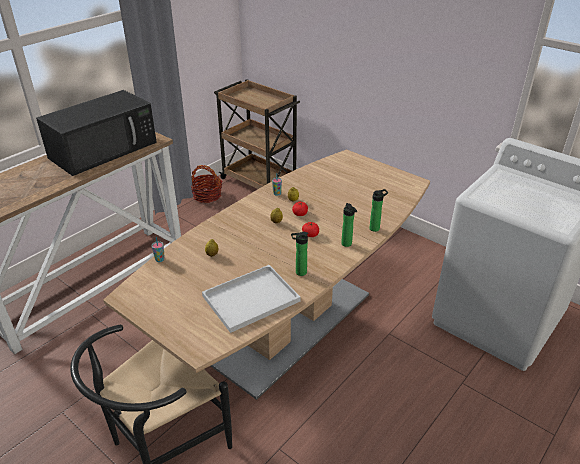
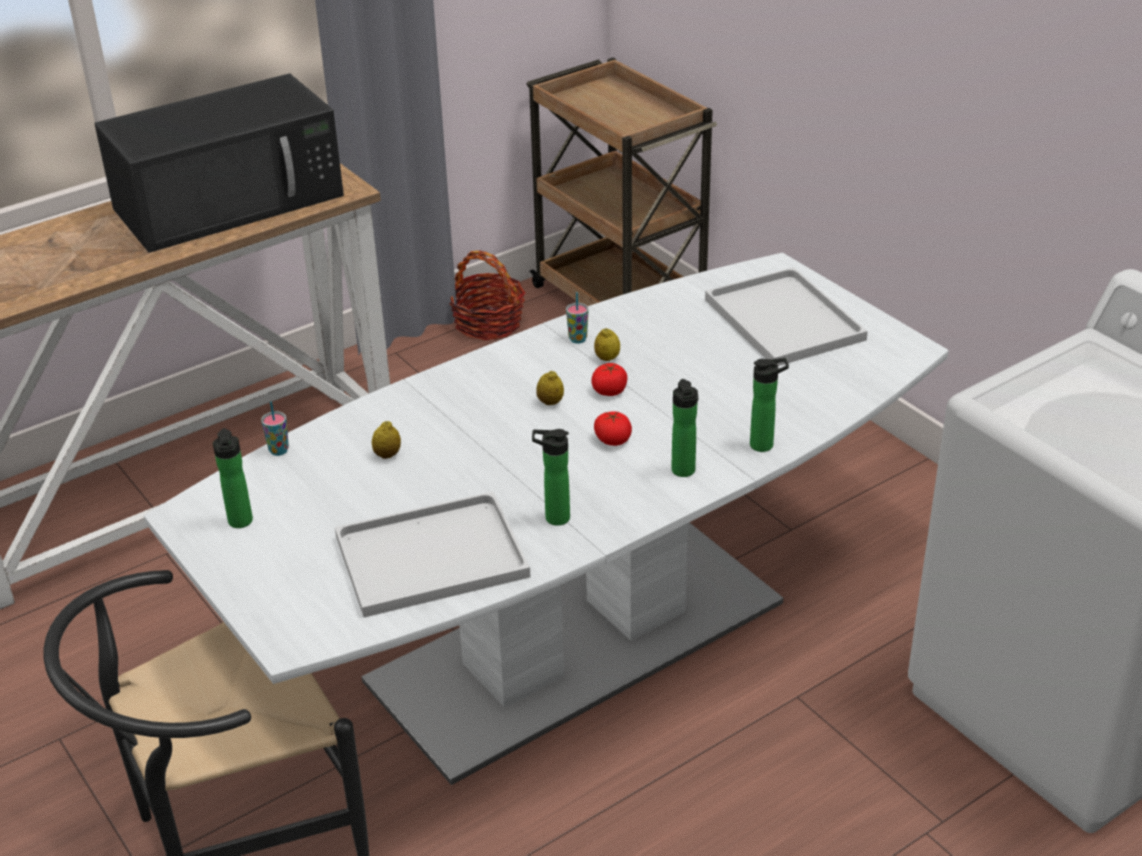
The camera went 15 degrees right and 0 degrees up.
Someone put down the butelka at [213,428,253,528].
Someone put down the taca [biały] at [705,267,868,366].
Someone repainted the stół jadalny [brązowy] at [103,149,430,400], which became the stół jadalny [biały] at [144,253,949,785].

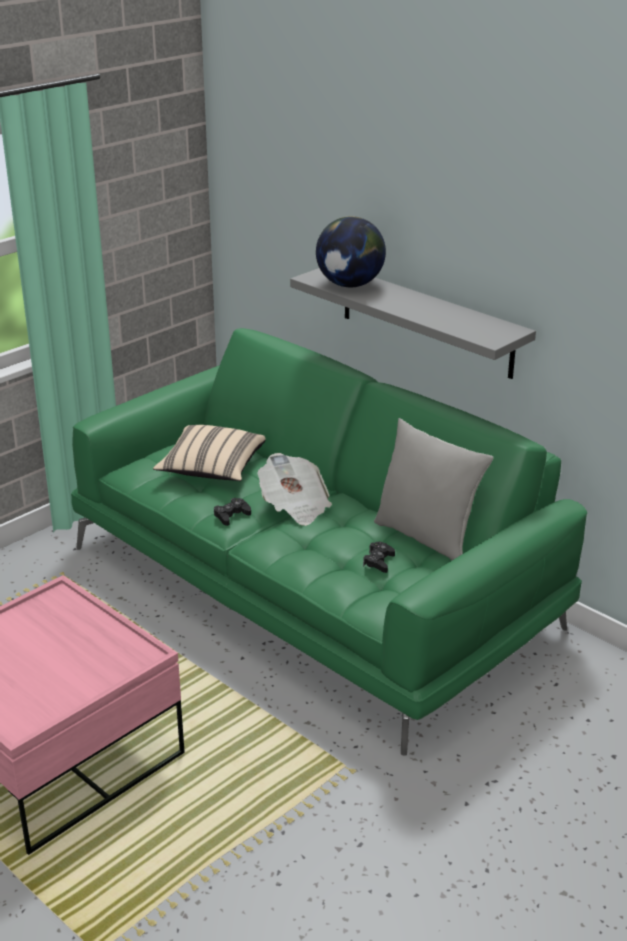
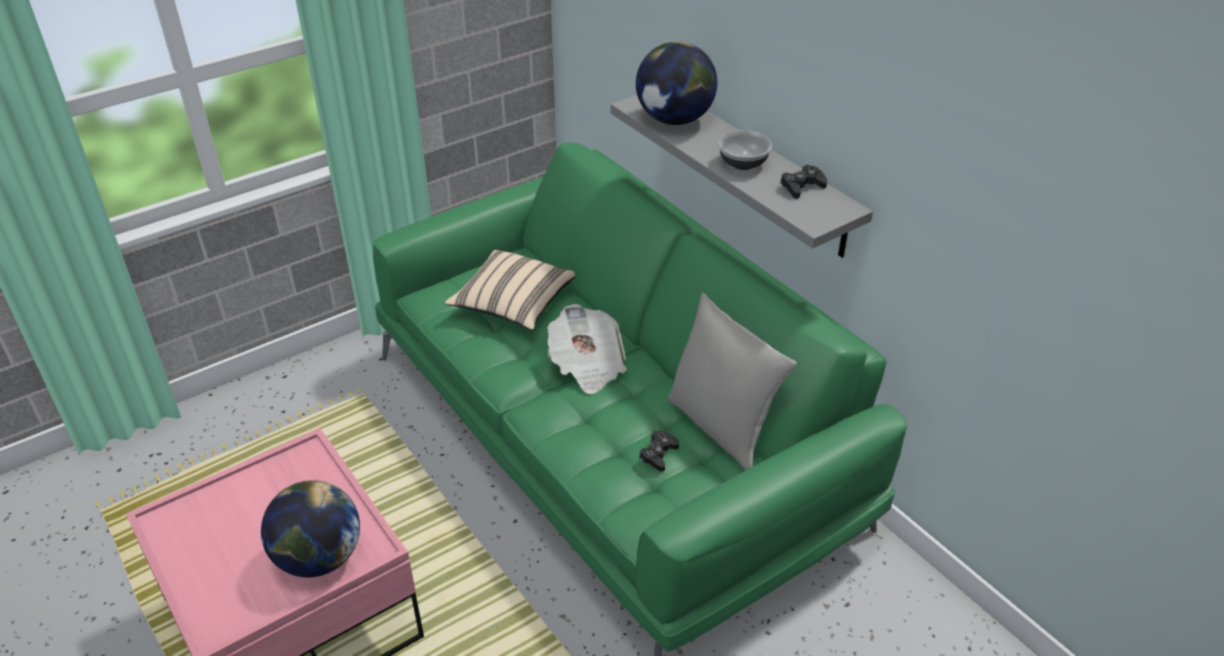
The camera went 10 degrees right and 10 degrees up.
Someone put down the globus at [261,480,360,577].
Someone put down the miska at [718,130,772,170].
Someone carried the pad do gier [czarny] from [214,498,251,526] to [781,165,827,199].

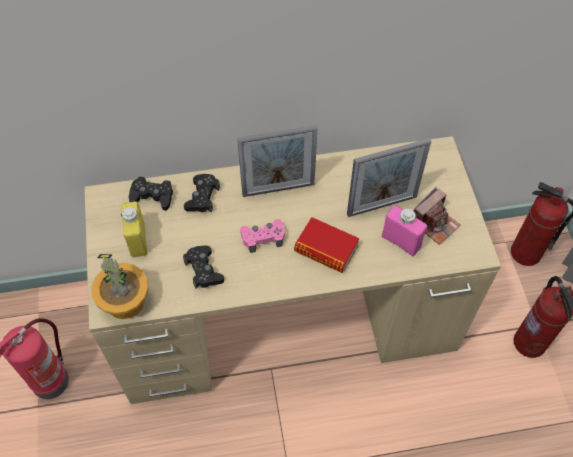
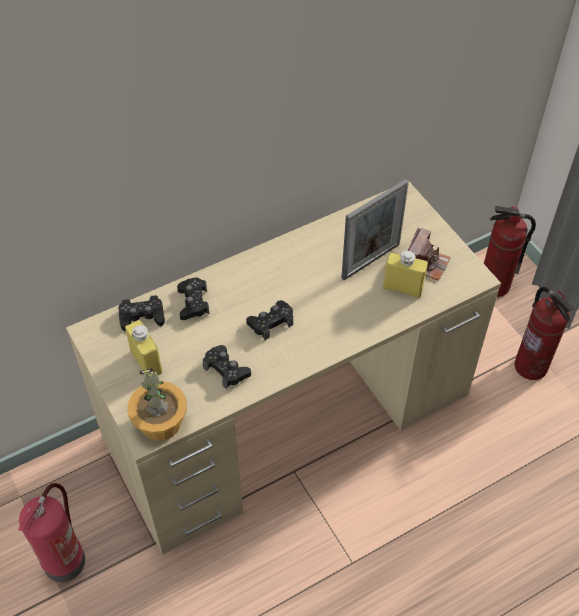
The camera went 20 degrees left and 5 degrees down.
Someone took away the ramka na zdjęcie at [237,125,318,197].
Someone took away the książka at [294,217,359,273].
Someone repainted the pad do gier [różowy] at [240,219,285,253], which became the pad do gier [czarny] at [246,300,293,340].
Someone repainted the butelka [różowy] at [382,205,427,256], which became the butelka [żółty] at [383,251,428,298].

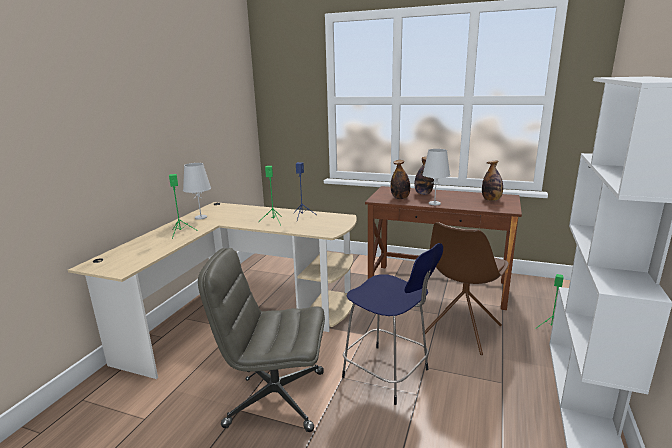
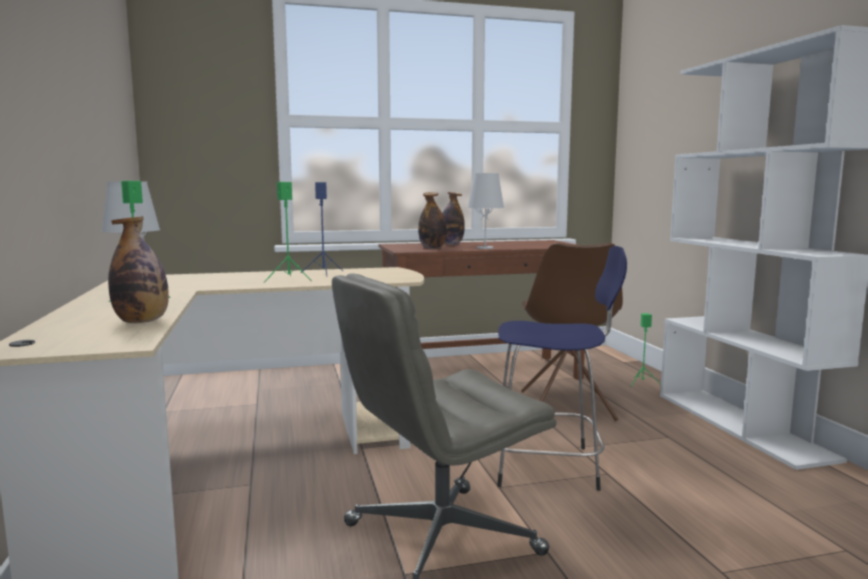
The camera went 35 degrees left and 10 degrees down.
Someone carried the butelka from [482,161,503,201] to [108,216,169,323].

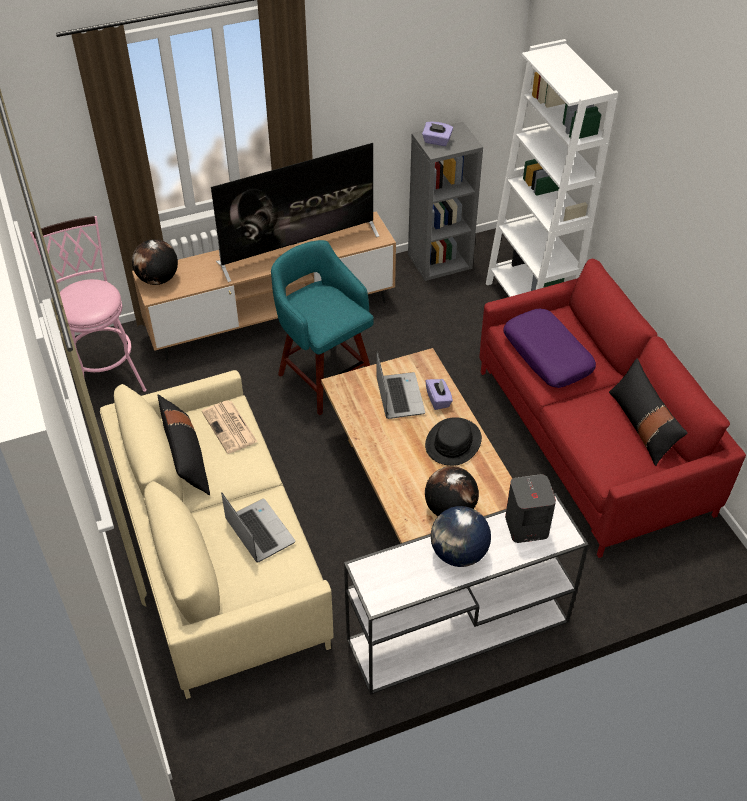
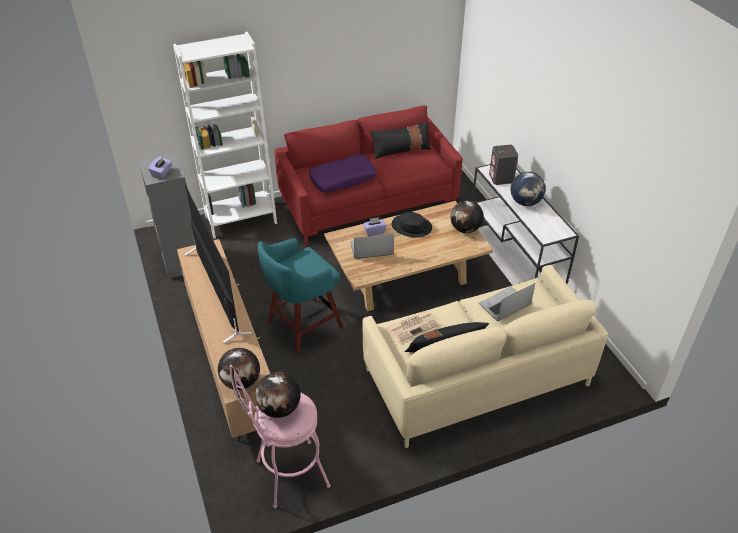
The camera went 90 degrees left and 5 degrees down.
Someone put down the globus at [255,372,301,418].

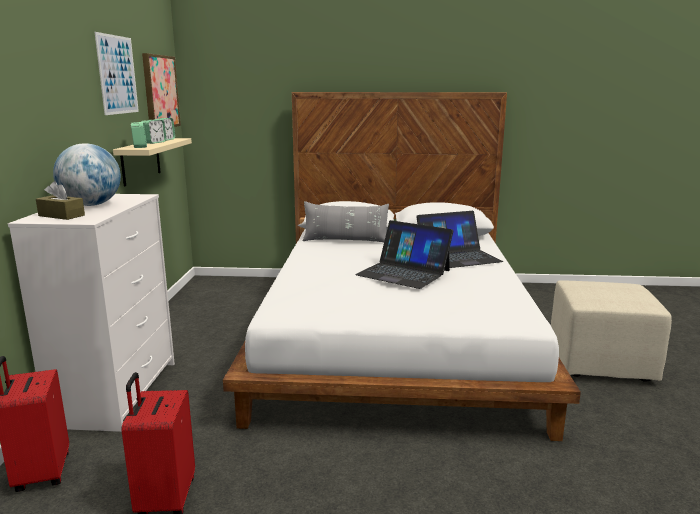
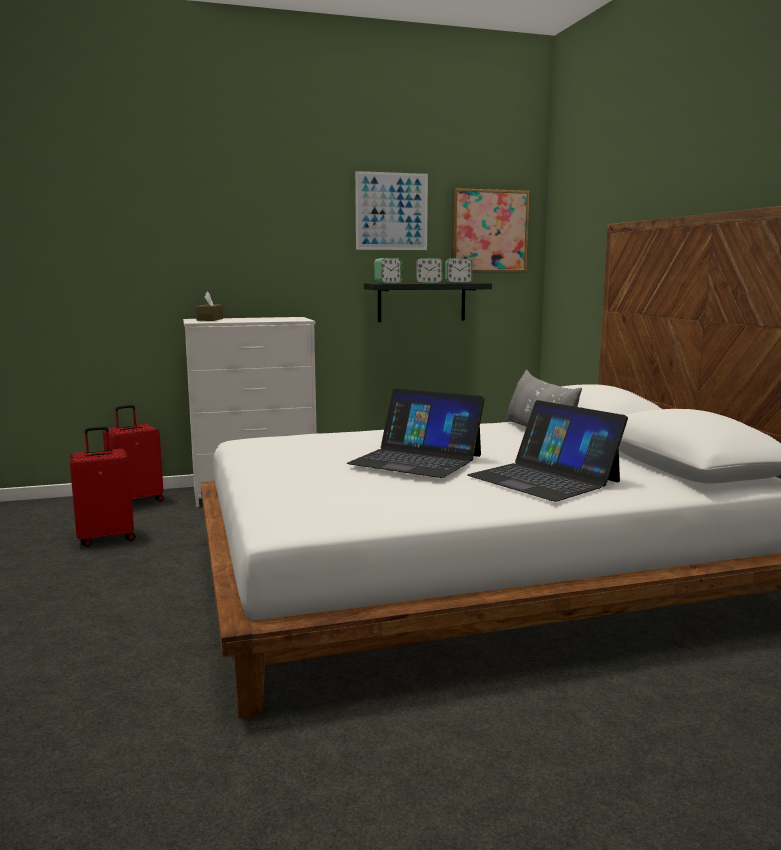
The camera went 70 degrees right and 5 degrees down.
Someone took away the globus at [53,143,121,206].
Someone took away the pufa [beżowy] at [551,280,672,382].
Someone repainted the półka [beżowy] at [113,138,192,186], which became the półka [czarny] at [364,283,492,322].
Someone rotated the laptop at [355,220,453,289] by 75 degrees counterclockwise.

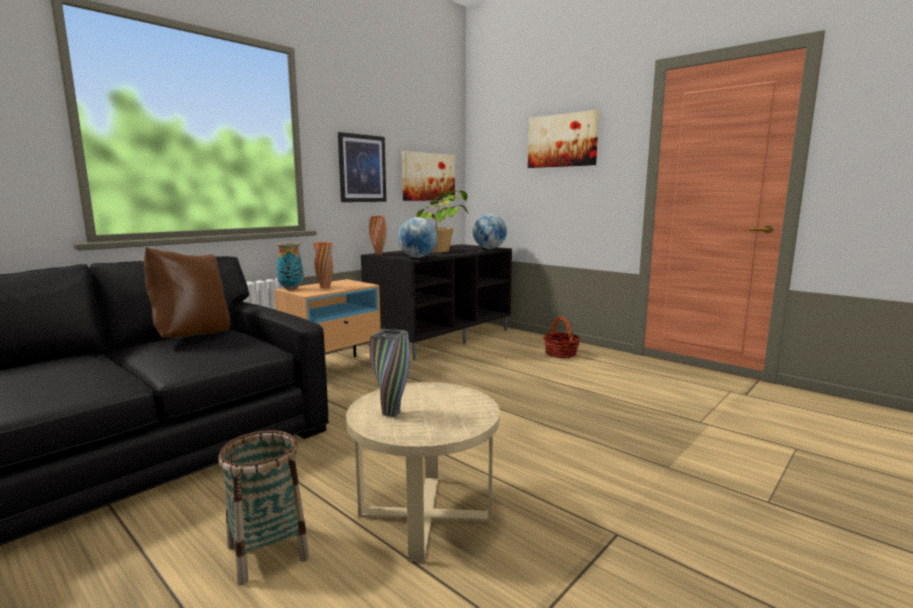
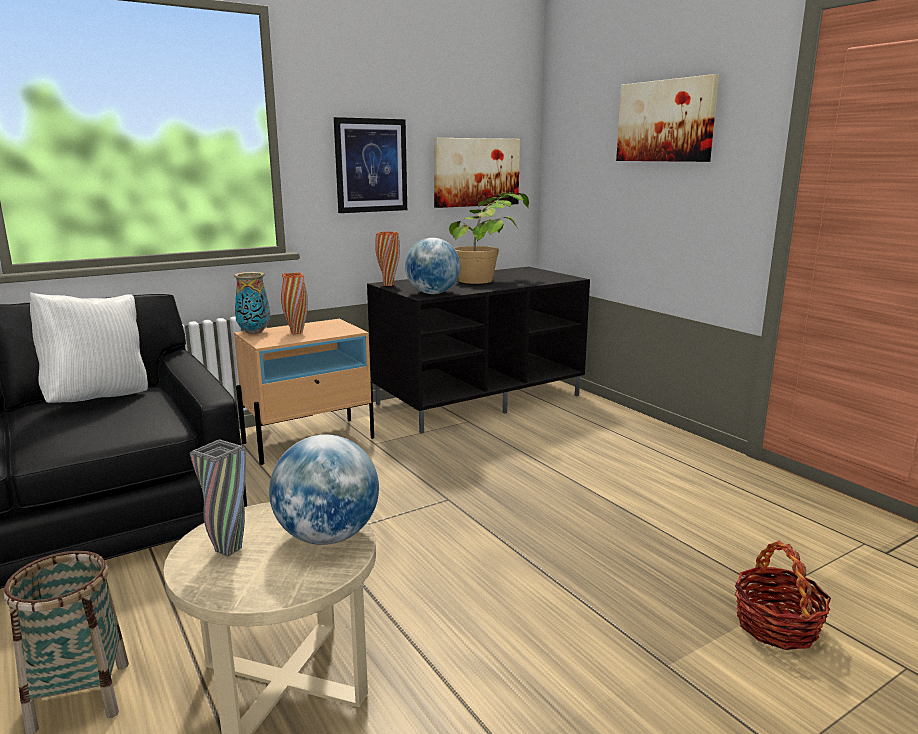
The camera went 15 degrees right and 5 degrees up.
Someone carried the globus from [473,214,507,249] to [269,435,379,545].
Someone carried the koszyk from [544,317,580,358] to [735,540,831,650].
Someone repainted the poduszka [brązowy] at [144,247,230,338], which became the poduszka [biały] at [30,292,148,403].

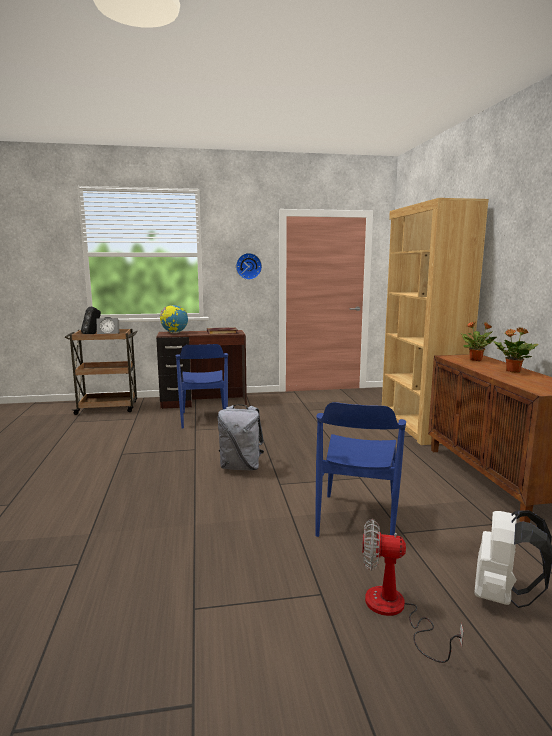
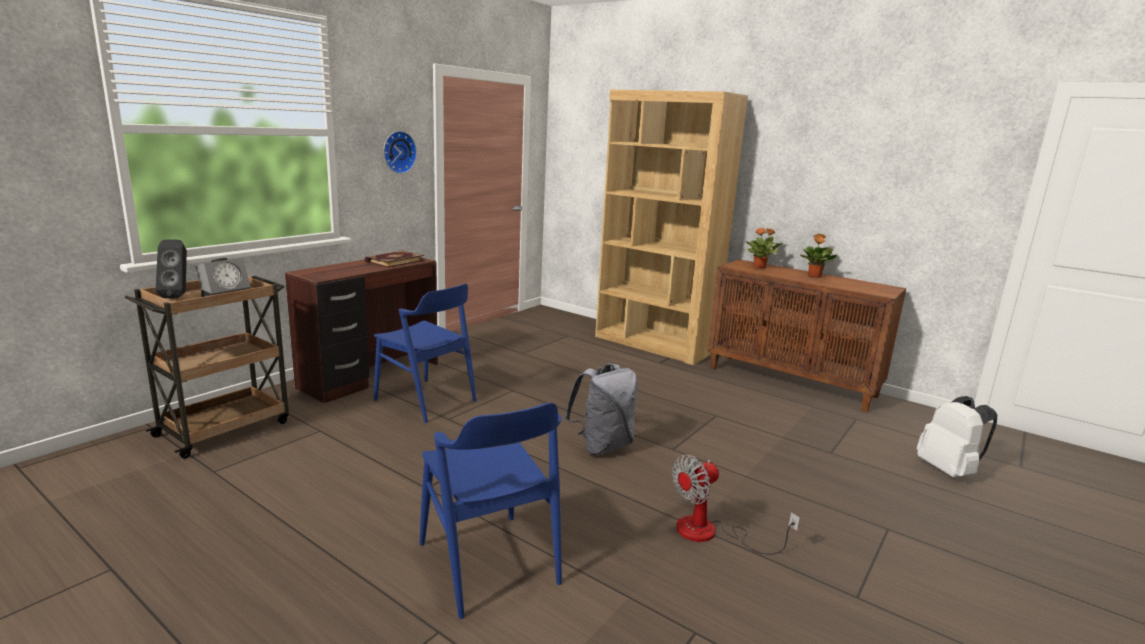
The camera went 45 degrees left and 5 degrees up.
Someone took away the globus at [159,305,188,333].
Someone carried the krzesło [niebieski] from [315,402,406,537] to [419,403,562,619].
Someone carried the wentylator from [362,519,464,663] to [672,454,800,555].

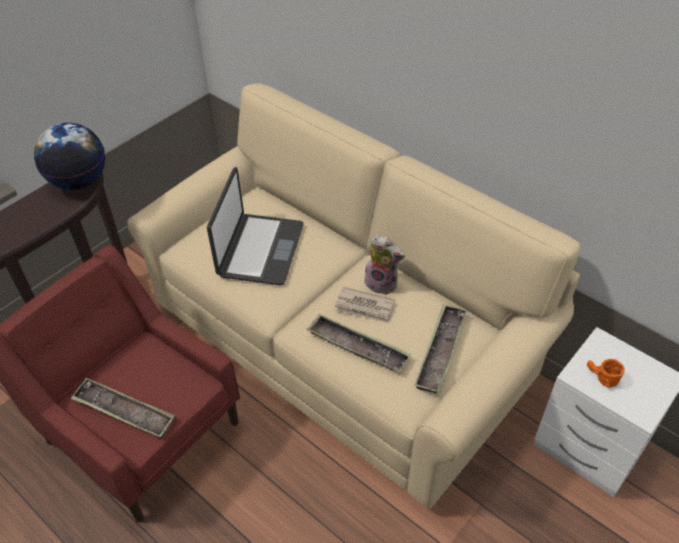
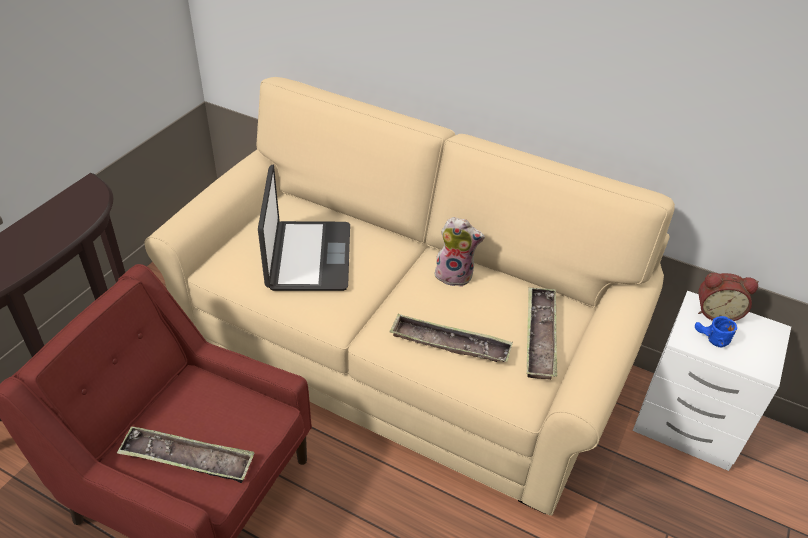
The camera went 15 degrees left and 5 degrees down.
Someone took away the globus at [34,122,105,190].
Someone took away the gazeta at [335,287,395,323].
Someone put down the budzik at [698,273,759,321].
Someone repainted the kubek [pomarańczowy] at [587,359,625,387], which became the kubek [niebieski] at [695,316,737,347].

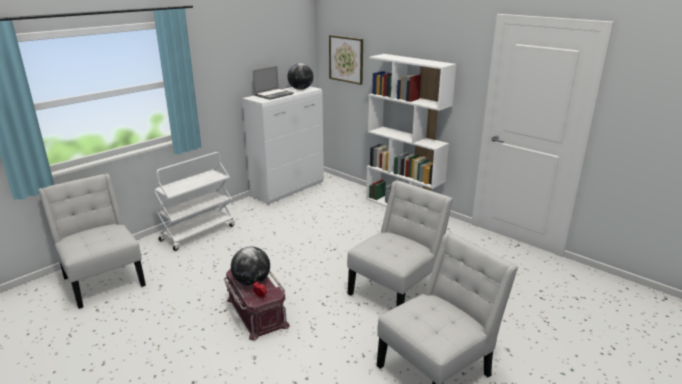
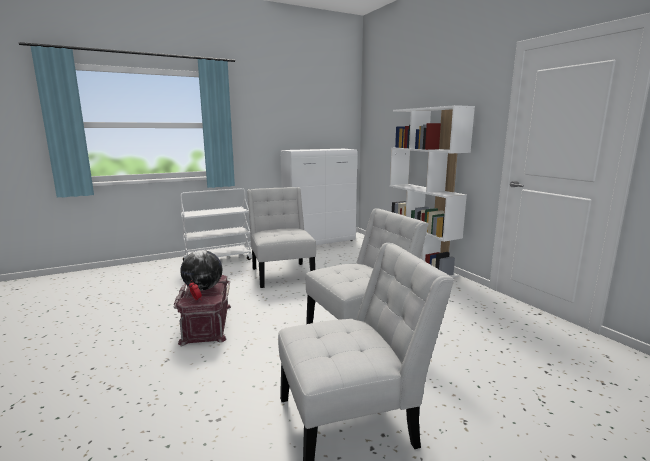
The camera went 20 degrees right and 10 degrees down.
Someone took away the laptop at [253,66,294,100].
Someone took away the globus at [287,63,313,90].
Someone took away the obraz at [329,35,363,85].
Someone carried the krzesło [biały] from [38,173,146,309] to [247,187,316,288].

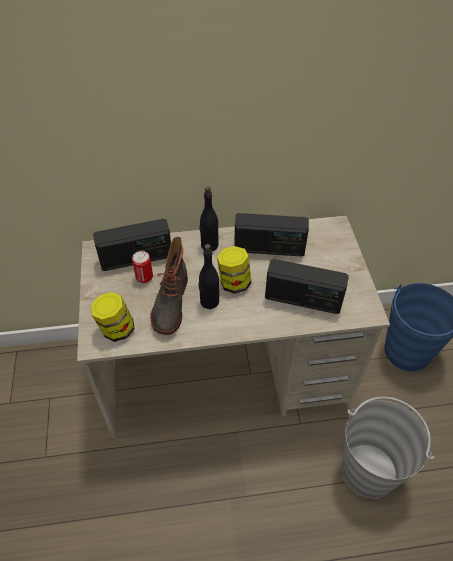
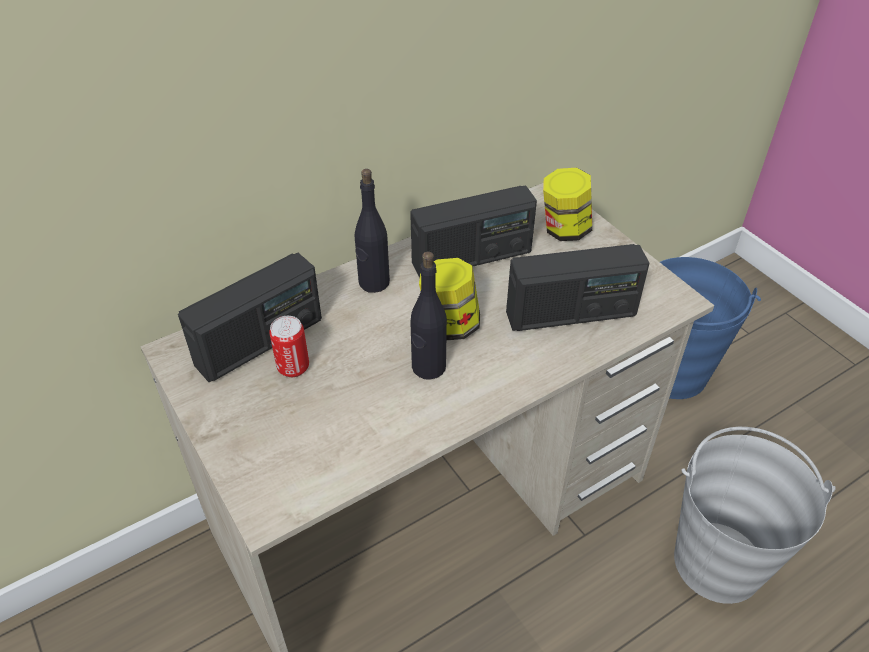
The camera went 25 degrees left and 5 degrees down.
Someone took away the but z cholewką at [150,237,188,335].
Someone carried the słoik from [91,292,135,342] to [543,168,592,241].

